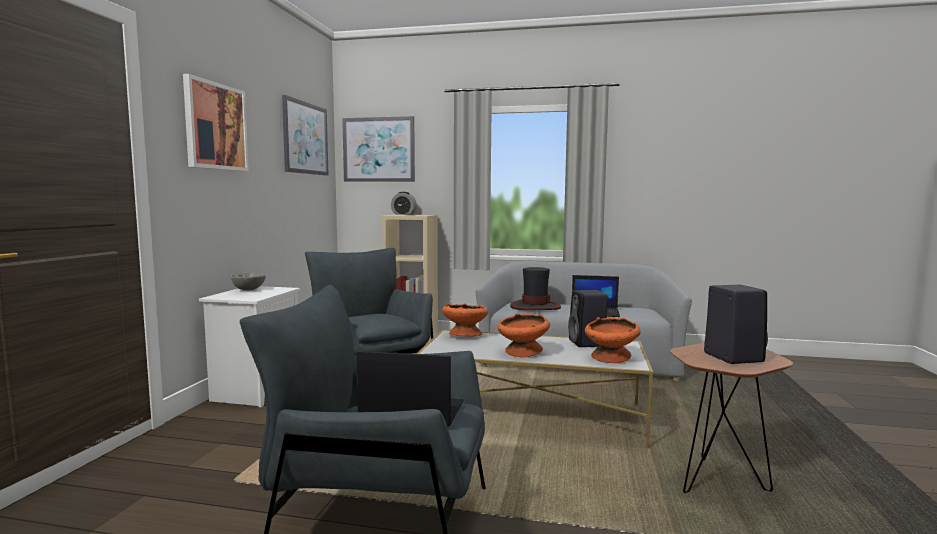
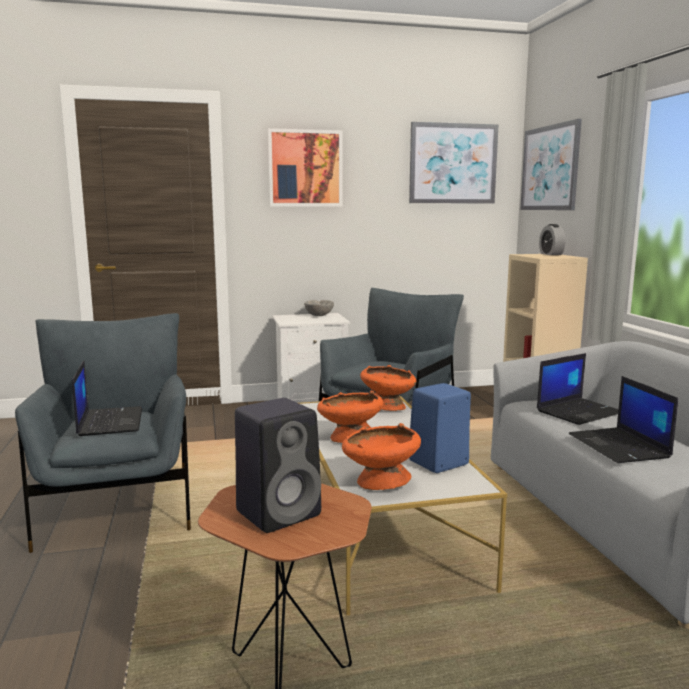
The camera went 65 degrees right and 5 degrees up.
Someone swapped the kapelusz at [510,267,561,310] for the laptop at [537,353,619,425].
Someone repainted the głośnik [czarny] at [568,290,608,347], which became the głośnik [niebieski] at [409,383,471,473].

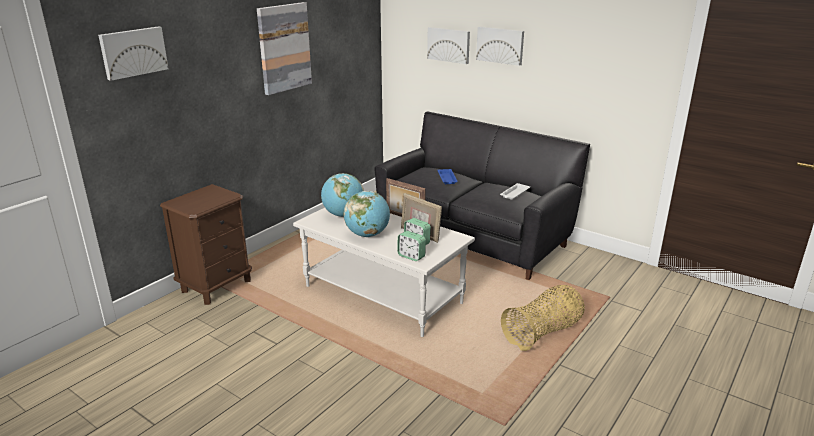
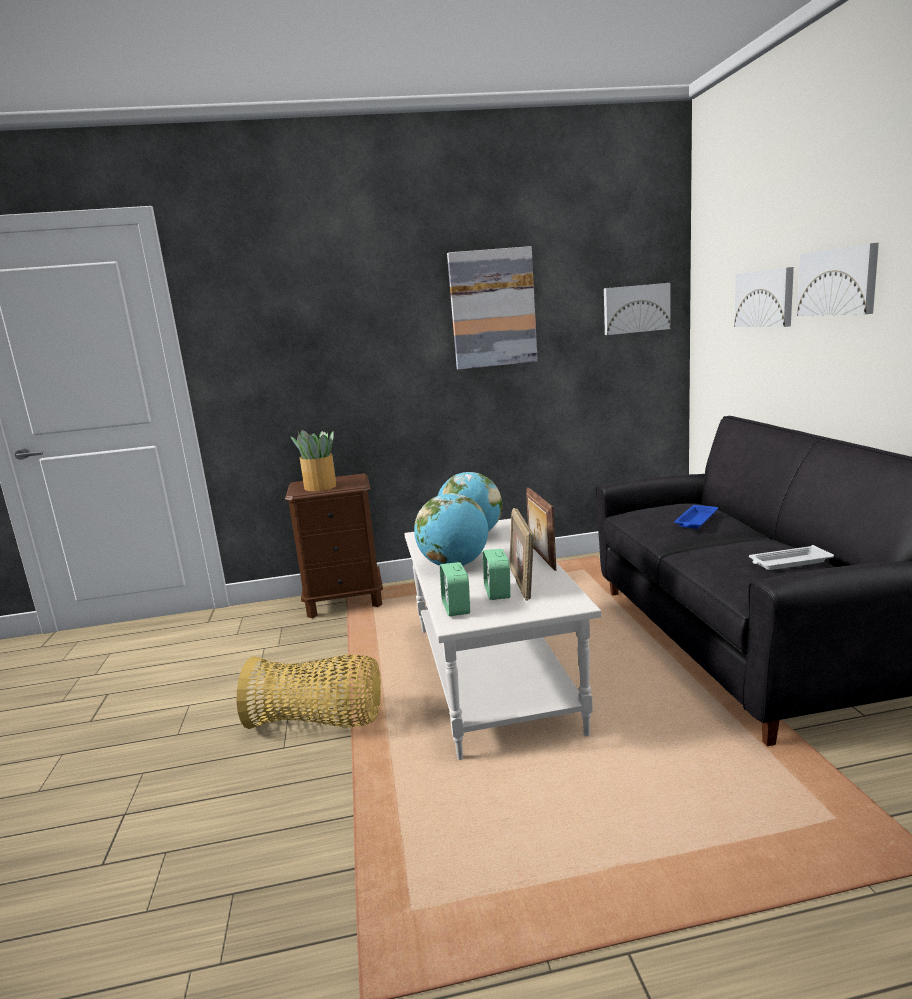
The camera went 45 degrees right and 10 degrees down.
Someone put down the roślina doniczkowa at [290,430,337,491].
Someone carried the obraz from [98,26,168,81] to [604,283,671,335].
Someone carried the koszyk from [501,285,585,351] to [236,654,381,729].

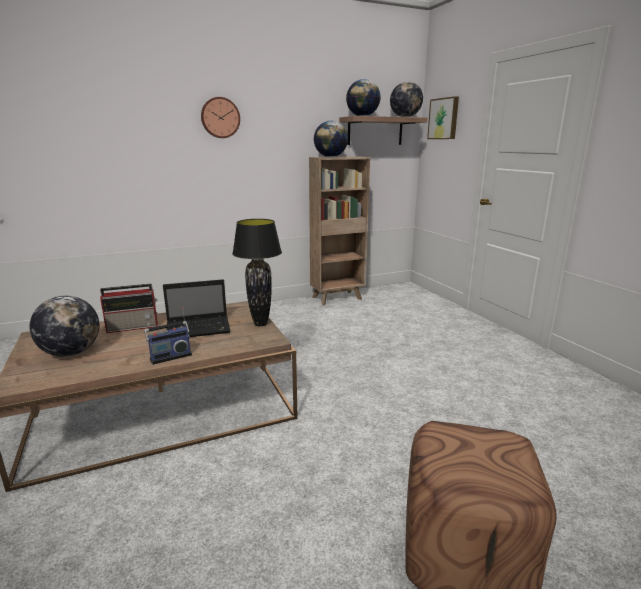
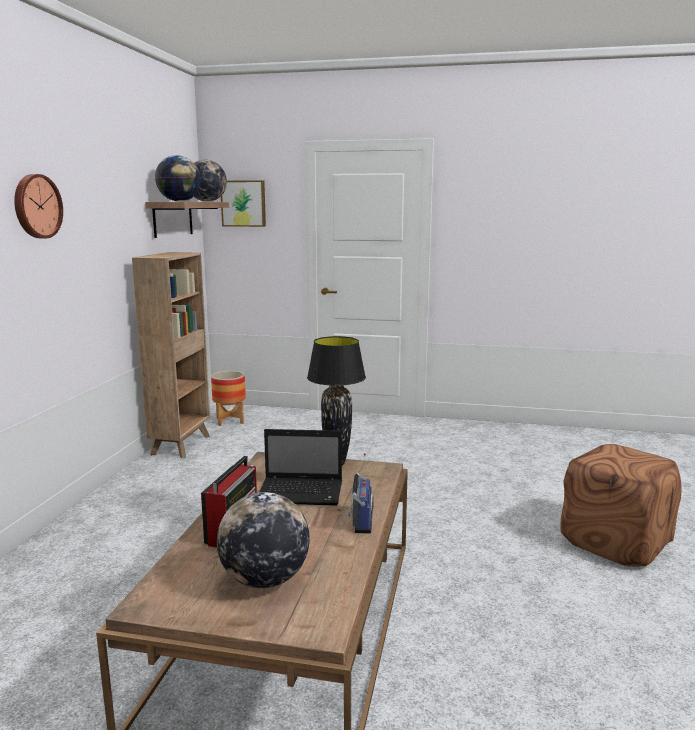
The camera went 55 degrees left and 5 degrees down.
Someone took away the globus at [314,121,348,157].
Someone put down the donica at [211,371,246,426].
Someone rotated the laptop at [163,279,230,337] by 75 degrees clockwise.

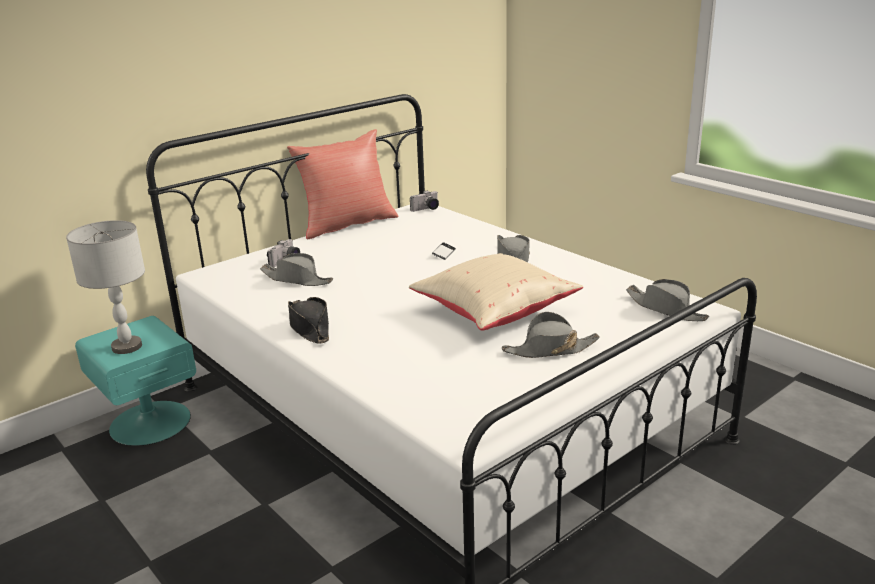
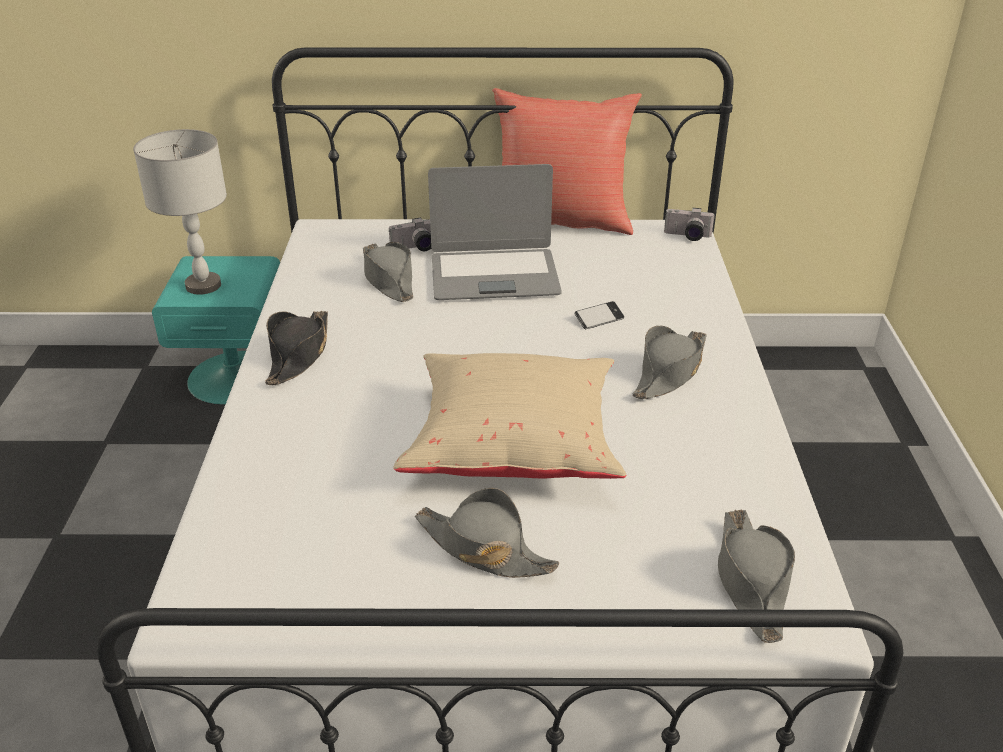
The camera went 40 degrees right and 10 degrees up.
Someone put down the laptop at [428,164,562,300].

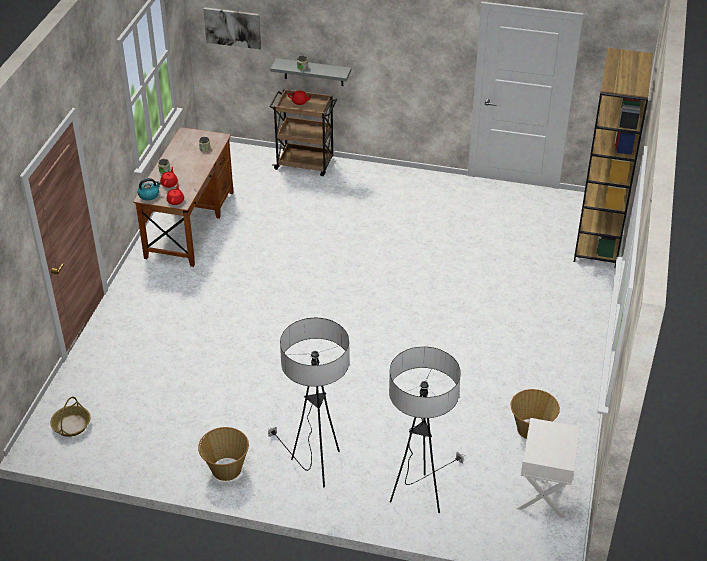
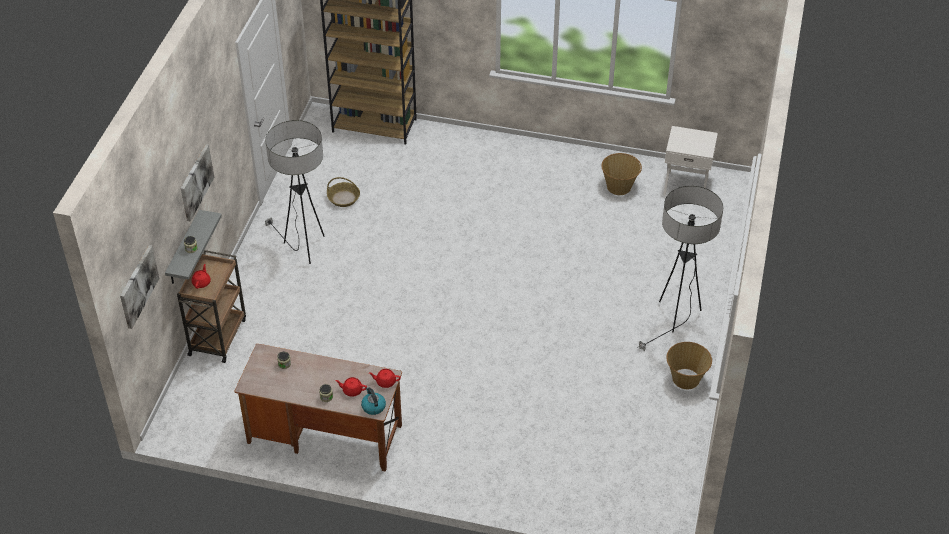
The camera went 90 degrees left and 5 degrees up.
Someone put up the obraz at [181,144,214,222].
Someone carried the koszyk from [50,396,91,437] to [327,177,360,207].
Someone carried the lampa stojąca from [389,347,464,513] to [265,120,324,264].

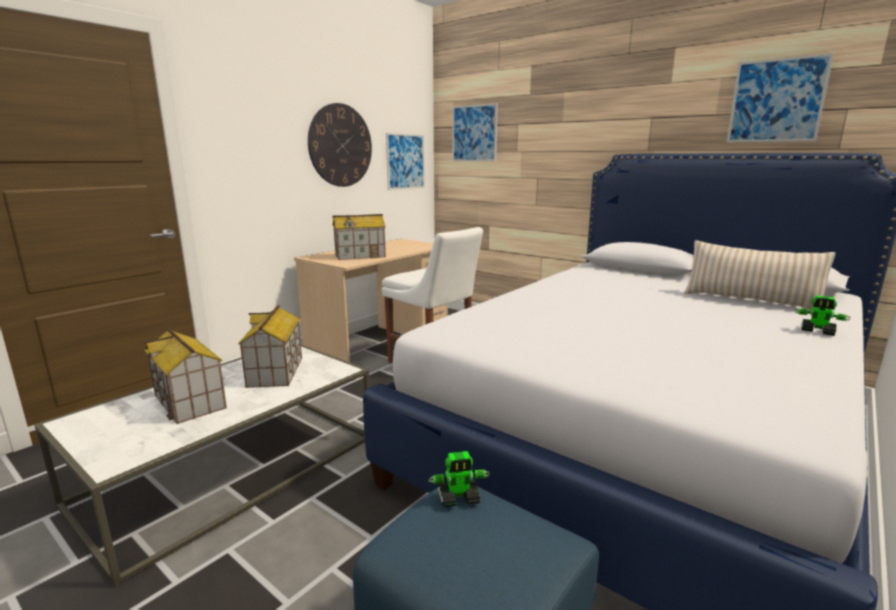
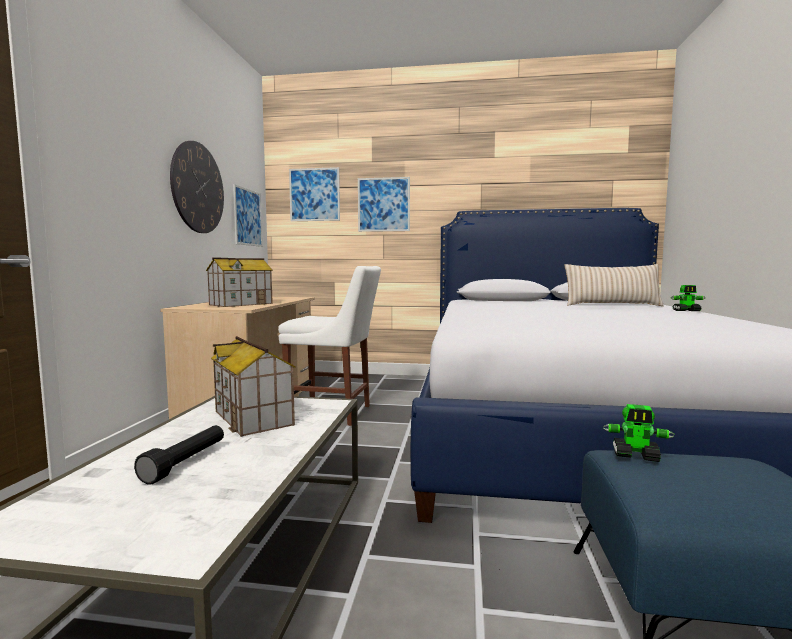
The camera went 30 degrees left and 10 degrees down.
Someone carried the obraz from [726,53,834,143] to [358,177,410,232].
Someone swapped the domek at [144,328,227,424] for the latarka [czarny] at [134,425,224,485].
Someone rotated the robot zabawkowy at [429,451,490,507] by 60 degrees clockwise.

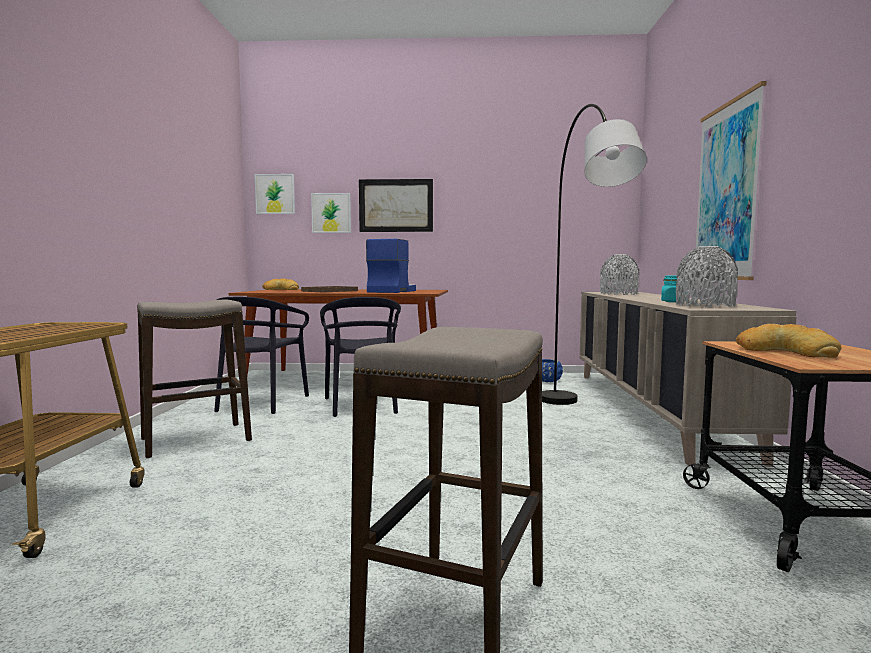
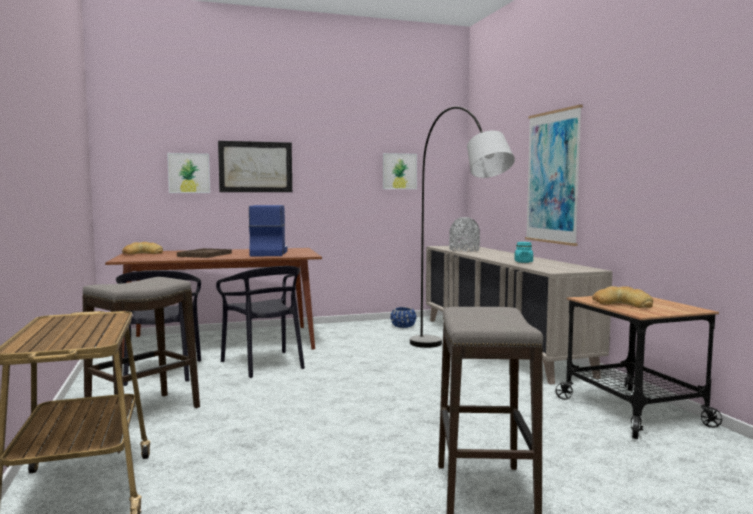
The camera went 20 degrees left and 0 degrees up.
Someone took away the wazon [szary] at [676,246,738,307].
Someone carried the obraz from [255,174,295,214] to [383,153,417,189].

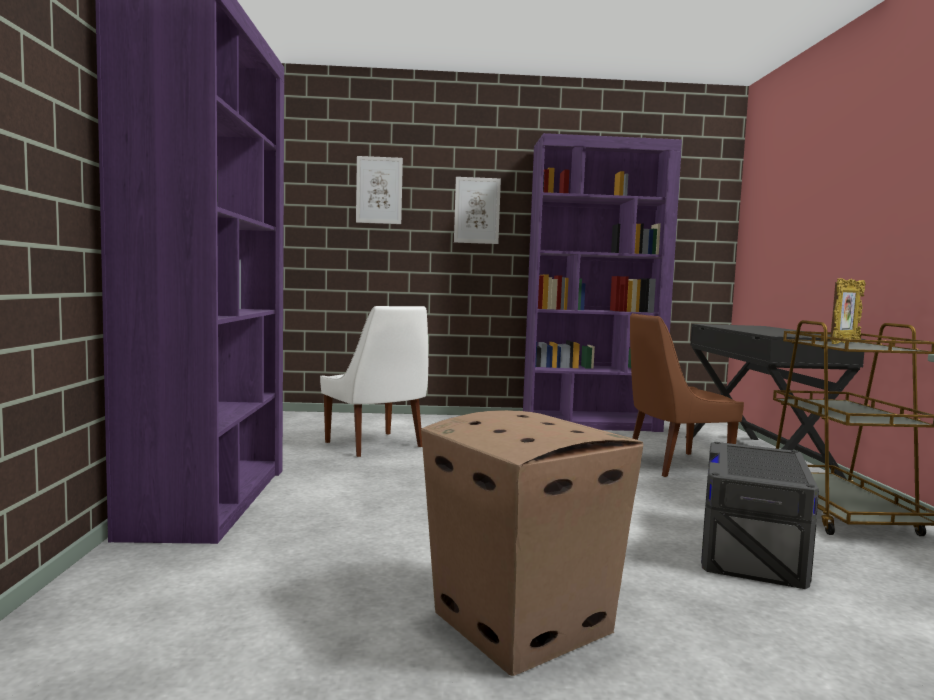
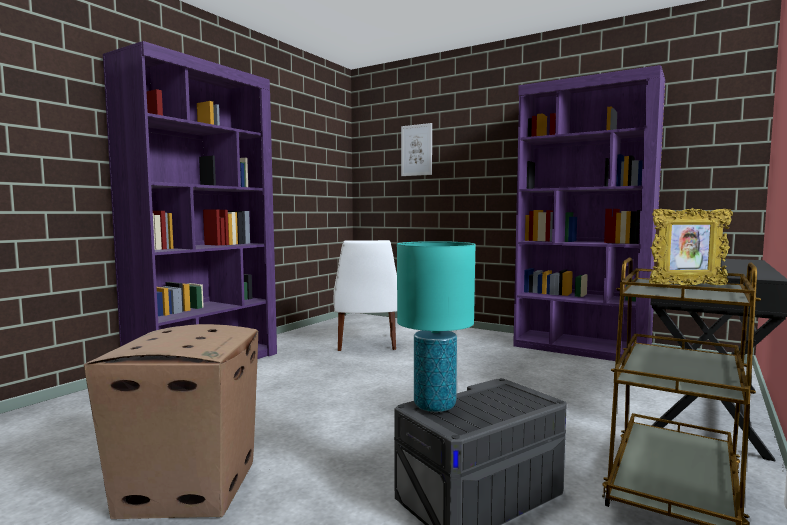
The camera went 35 degrees right and 0 degrees up.
Someone took away the obraz at [454,177,501,244].
Someone took away the krzesło [brązowy] at [630,313,744,477].
Someone put down the lampa stołowa [turkusowy] at [397,241,475,412].

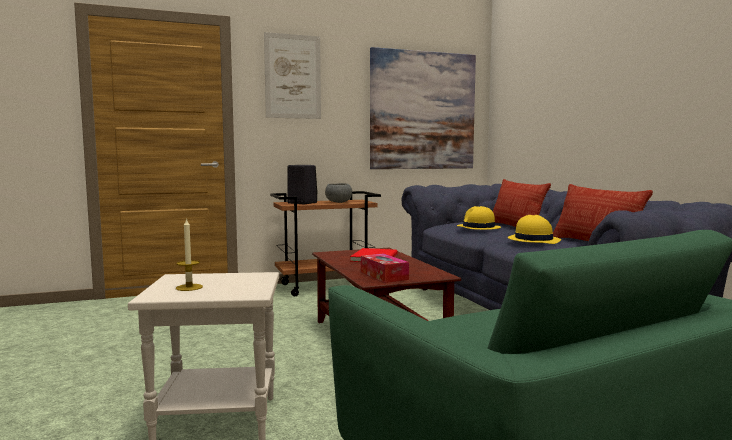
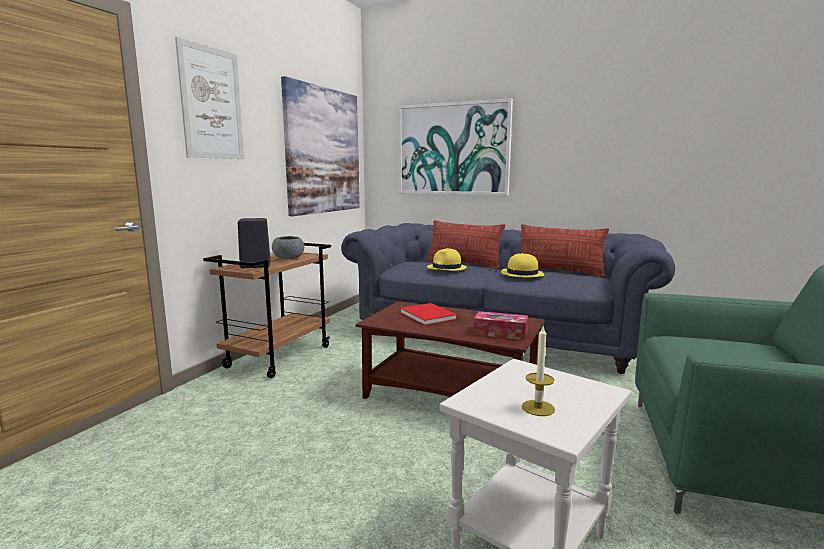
The camera went 45 degrees left and 5 degrees up.
Someone put up the obraz at [398,98,513,195].

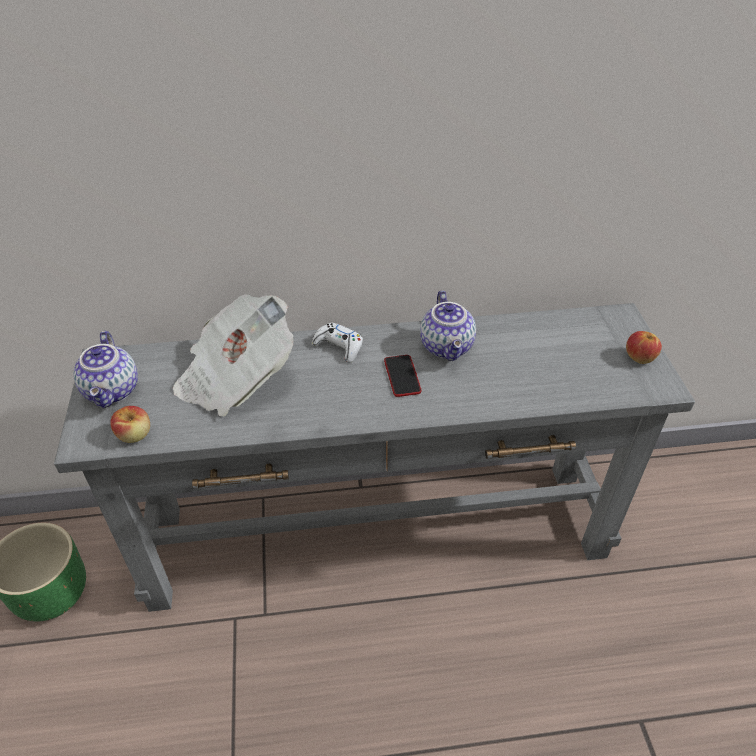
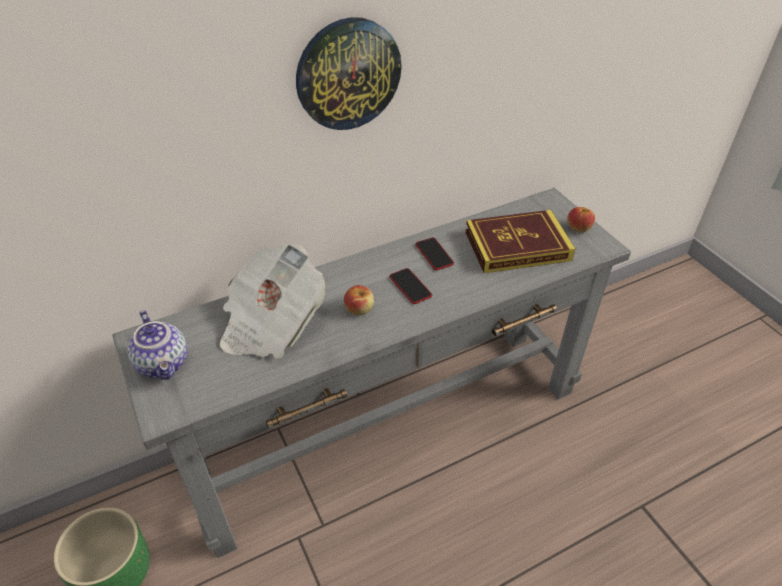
The camera went 20 degrees left and 0 degrees up.
Someone took away the pad do gier [biały] at [312,323,363,363].
Someone put up the zegar ścienny at [296,17,402,130].
Someone put down the książka at [465,210,575,273].
Someone carried the jabłko from [110,406,150,443] to [344,285,374,316].
Someone swapped the imbryk at [420,290,476,361] for the telefon at [415,238,454,270].

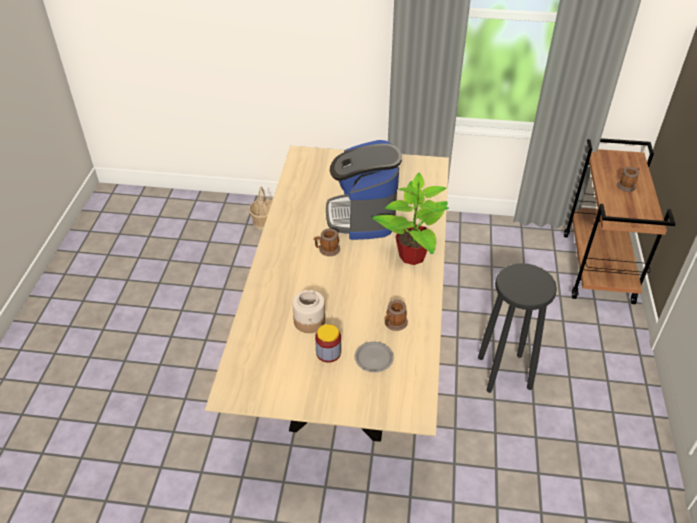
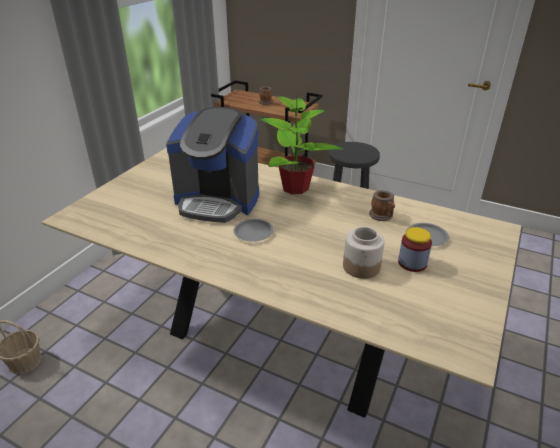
The camera went 70 degrees left and 10 degrees down.
Someone swapped the kubek at [314,228,340,256] for the talerz [szary] at [233,219,274,242].

